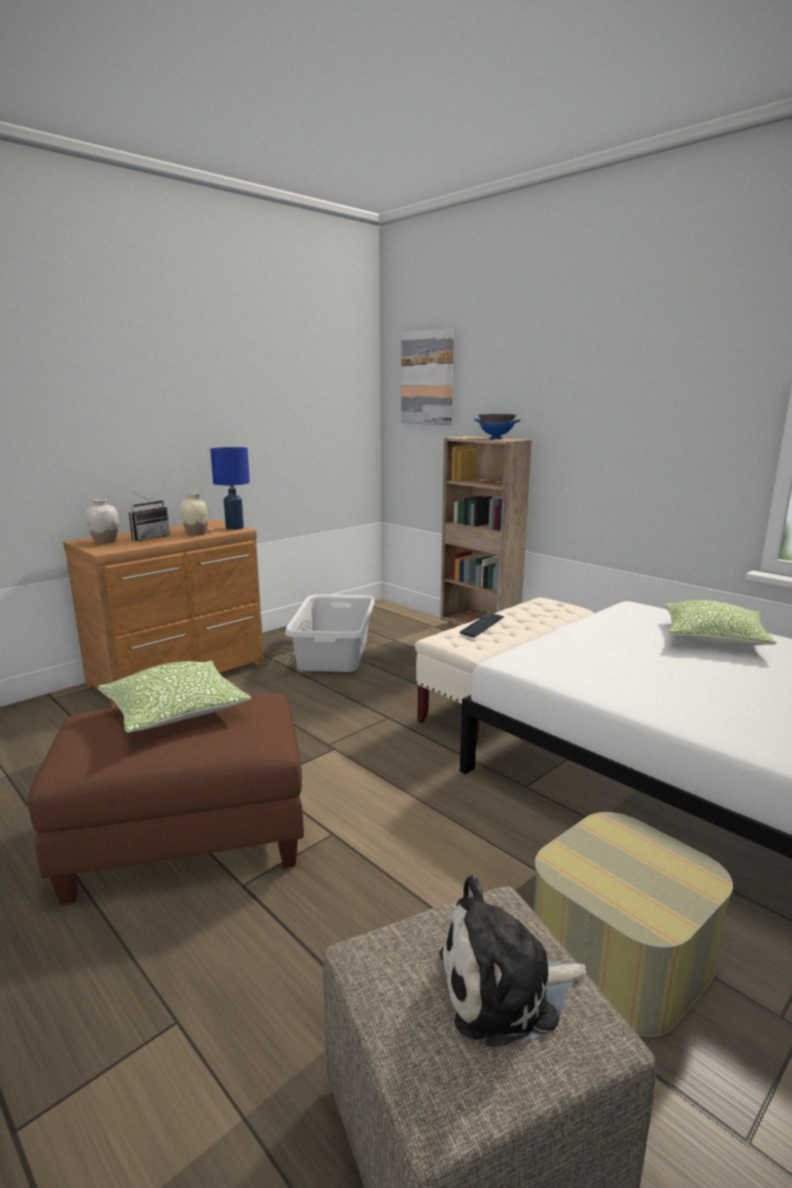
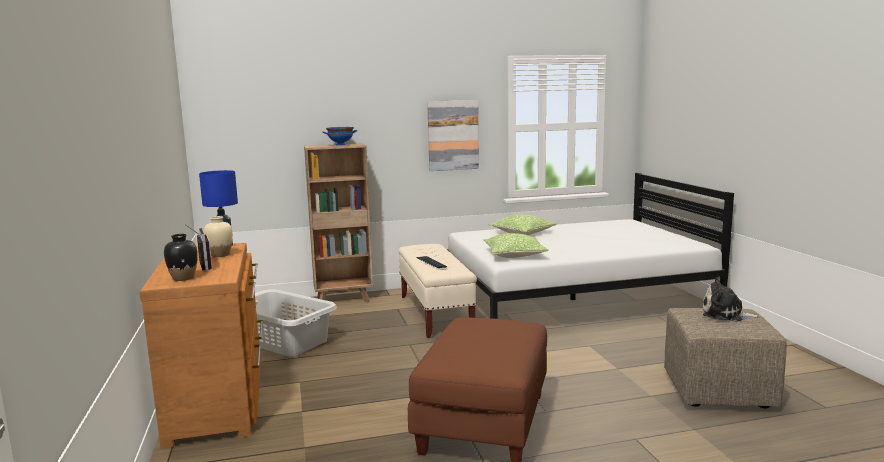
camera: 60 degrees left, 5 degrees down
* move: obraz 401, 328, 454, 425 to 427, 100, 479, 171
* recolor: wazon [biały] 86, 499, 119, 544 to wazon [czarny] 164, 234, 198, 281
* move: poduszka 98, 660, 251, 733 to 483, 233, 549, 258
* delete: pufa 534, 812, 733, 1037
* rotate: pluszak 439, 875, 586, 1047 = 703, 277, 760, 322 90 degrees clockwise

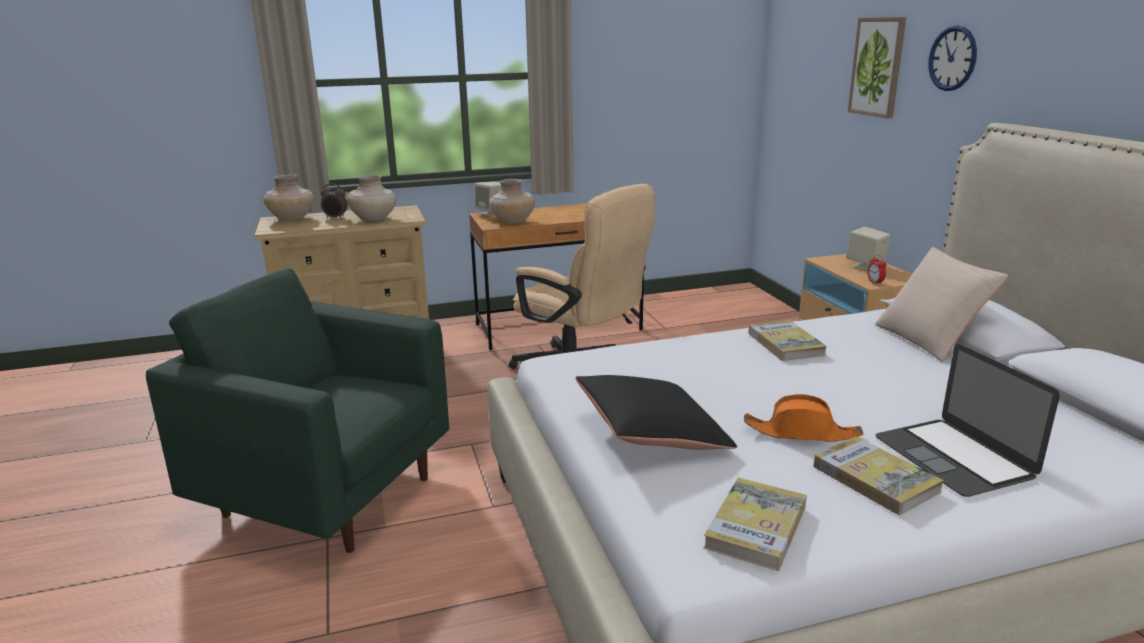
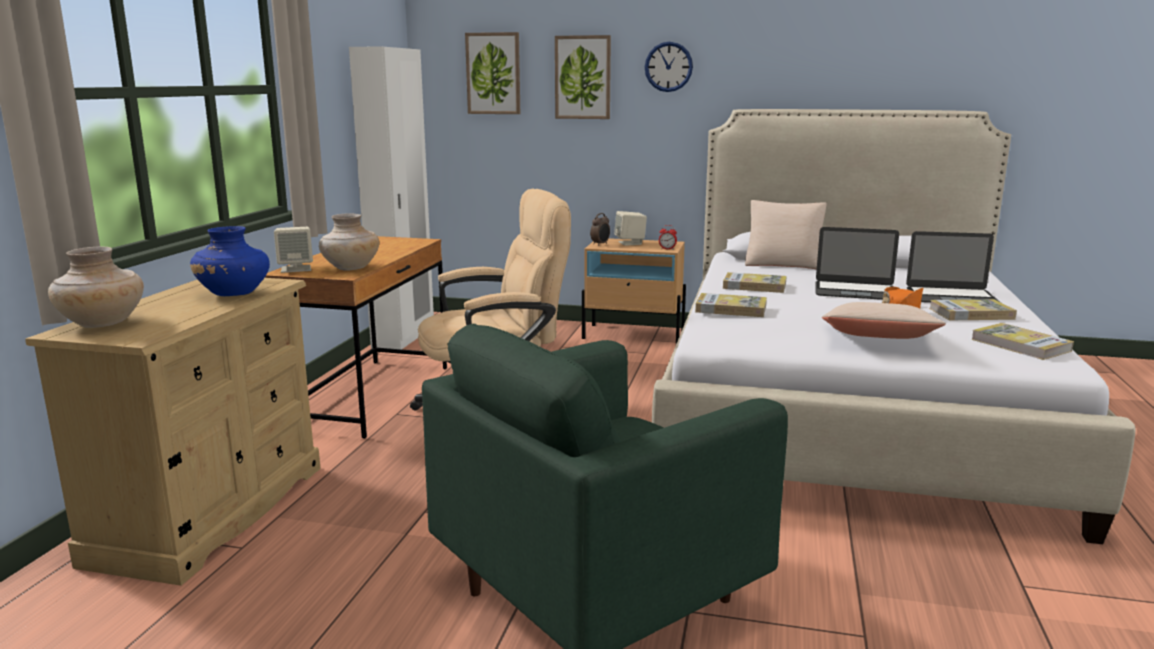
camera: 60 degrees left, 5 degrees down
* recolor: wazon [beżowy] 347, 175, 396, 221 to wazon [niebieski] 190, 226, 270, 296
* move: budzik 321, 184, 348, 219 to 590, 213, 610, 246
* recolor: poduszka [czarny] 576, 375, 737, 450 to poduszka [beżowy] 822, 302, 946, 339
* insert: obraz 465, 32, 520, 114
* insert: szafa [biały] 349, 46, 434, 349
* insert: laptop 815, 227, 899, 300
* insert: książka 695, 293, 767, 317

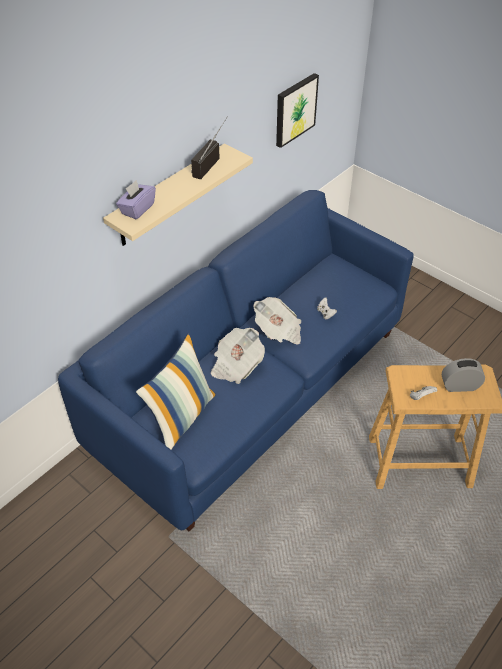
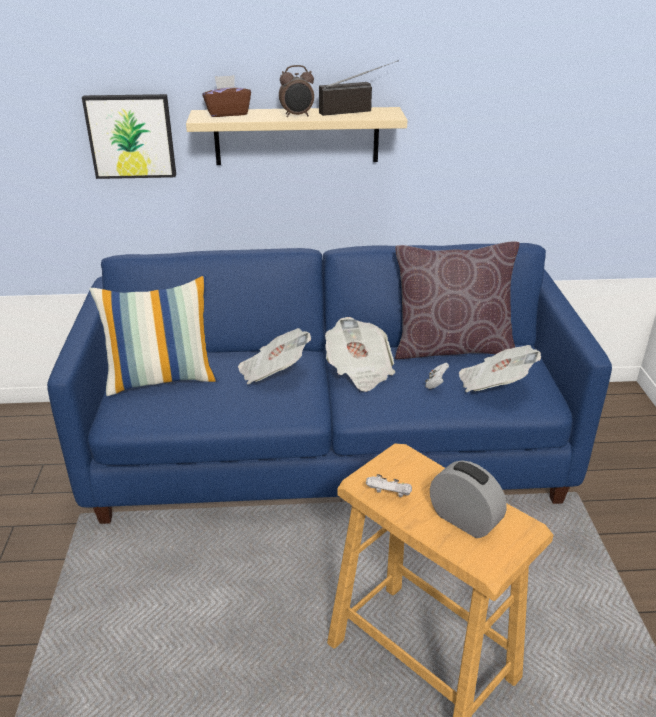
camera: 45 degrees right, 15 degrees down
* move: obraz 276, 73, 319, 148 to 82, 94, 176, 179
* recolor: pudełko chusteczek [fioletowy] 116, 180, 156, 219 to pudełko chusteczek [brązowy] 202, 75, 251, 117
* insert: budzik 279, 65, 314, 117
* insert: poduszka [brązowy] 395, 242, 520, 359
* insert: gazeta 459, 345, 541, 392

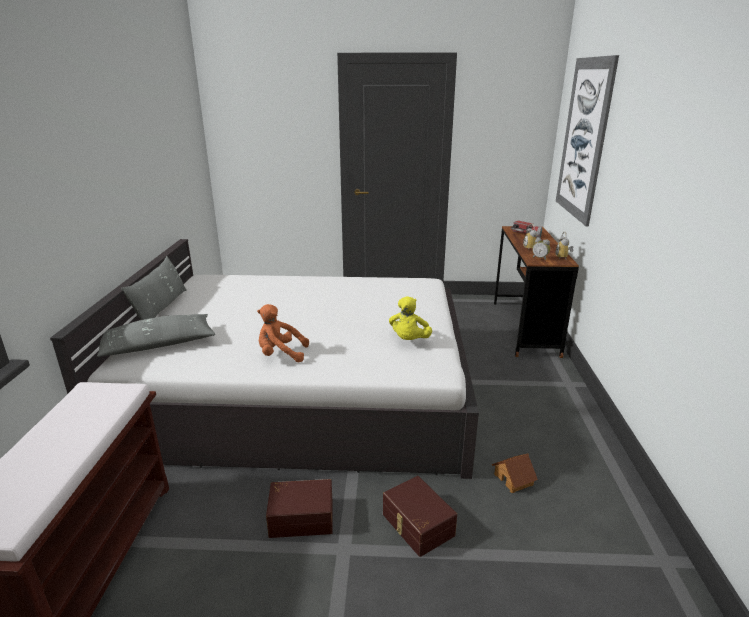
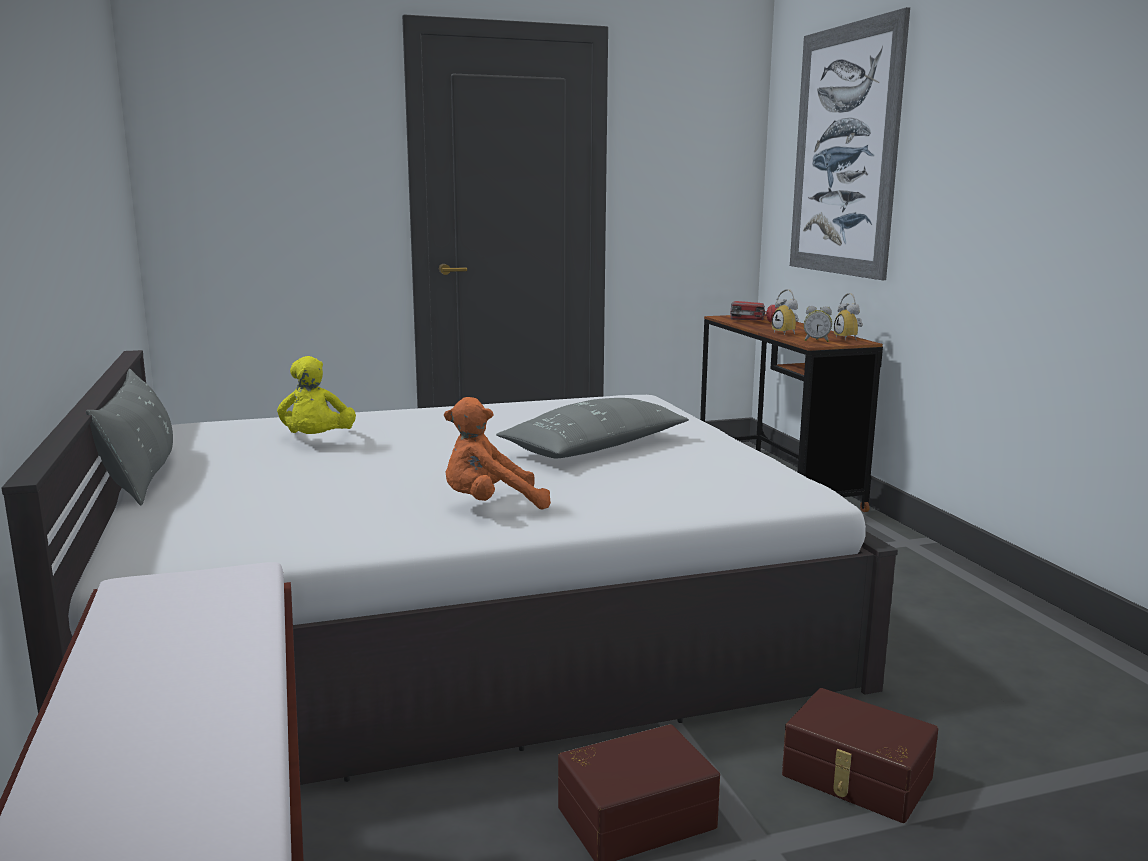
camera: 20 degrees left, 10 degrees down
* move: pluszak [żółty] 389, 296, 432, 340 to 277, 356, 356, 434
* move: poduszka [szary] 97, 314, 215, 357 to 496, 398, 689, 458
* delete: domek 492, 453, 538, 493

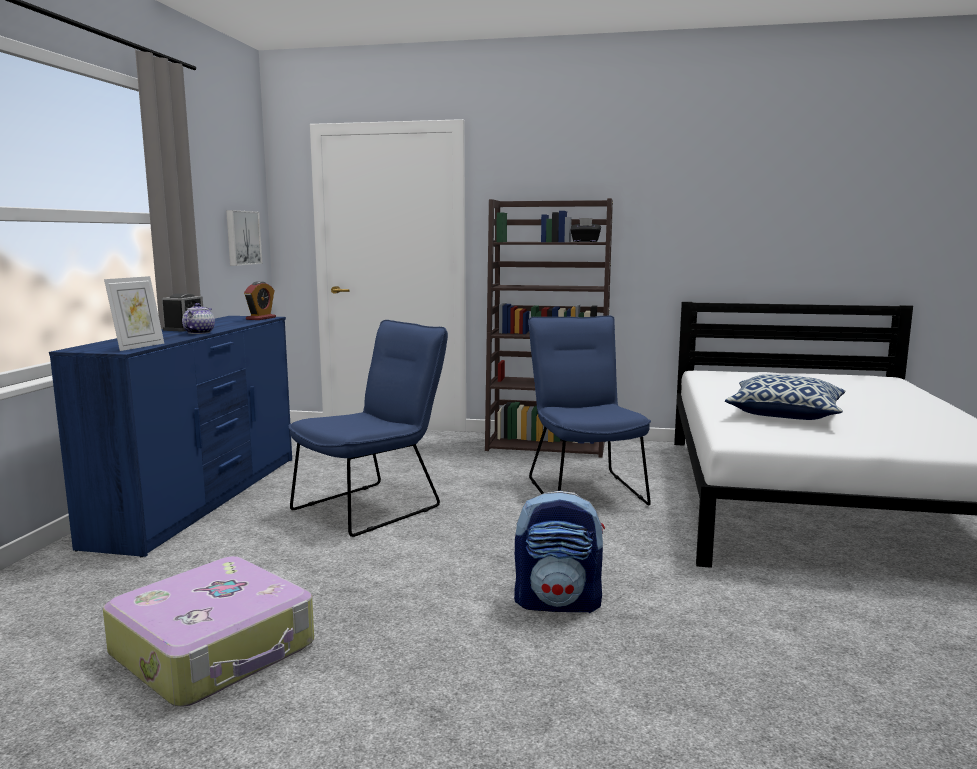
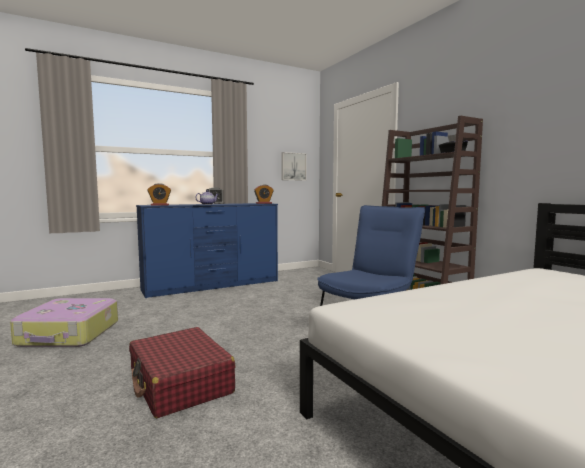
camera: 50 degrees right, 5 degrees down
* replace: ramka na zdjęcie 104, 276, 164, 351 to budzik 147, 183, 171, 206
* delete: krzesło [niebieski] 288, 320, 448, 537
* delete: poduszka 725, 375, 846, 420
* replace: plecak 514, 491, 605, 613 to walizka [czerwony] 129, 327, 235, 418

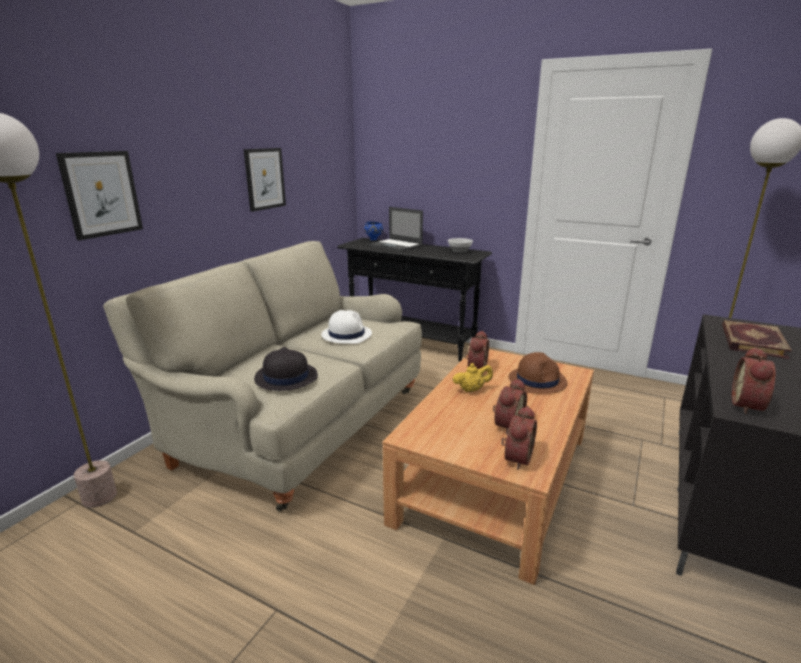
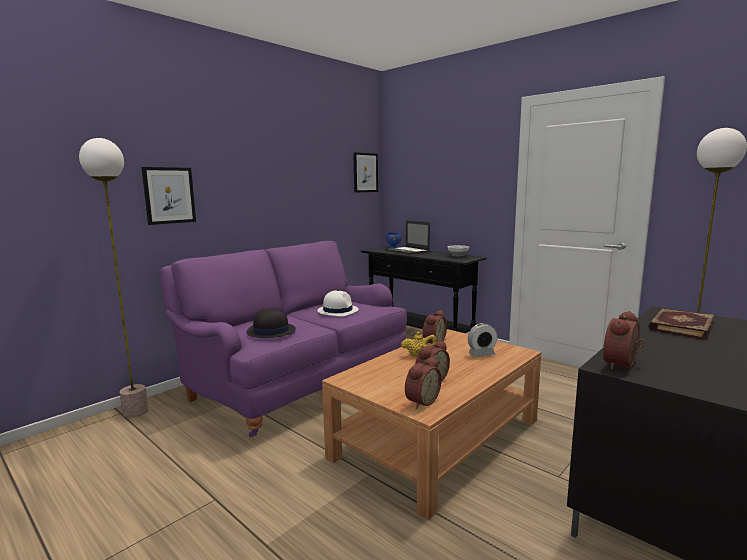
camera: 15 degrees right, 10 degrees down
* move: obraz 244, 148, 286, 212 to 353, 152, 378, 193
* recolor: kanapa [beżowy] 103, 241, 422, 511 to kanapa [fioletowy] 159, 241, 407, 438
* replace: kapelusz [brązowy] 509, 352, 568, 394 to budzik 468, 323, 497, 357

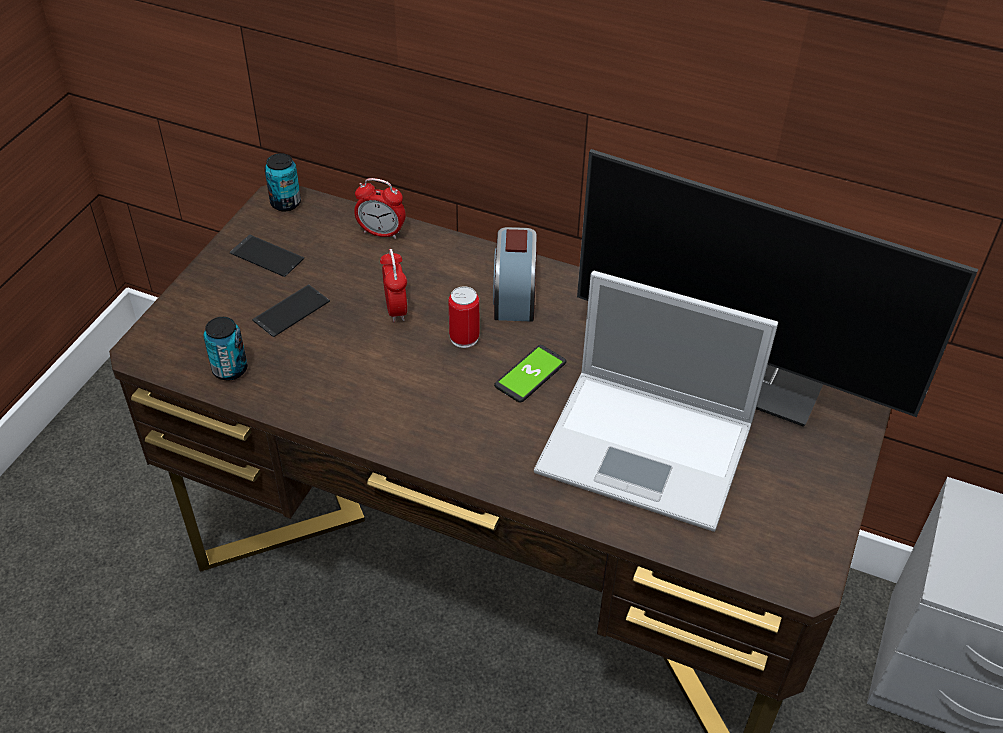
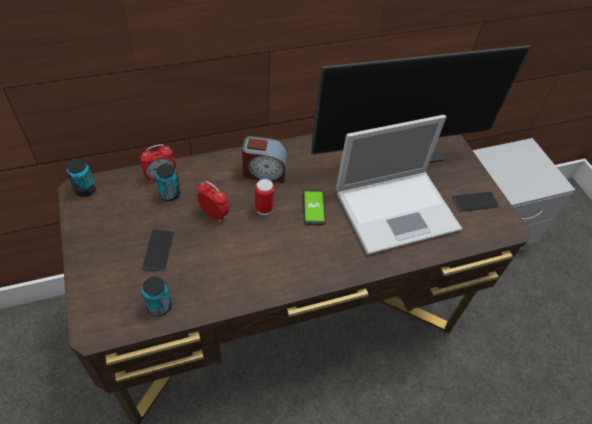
camera: 45 degrees left, 5 degrees up
* rotate: budzik 493, 227, 537, 322 = 242, 136, 288, 183 45 degrees counterclockwise
* move: telefon 230, 234, 304, 277 to 452, 191, 500, 212
* insert: puszka 155, 164, 180, 201

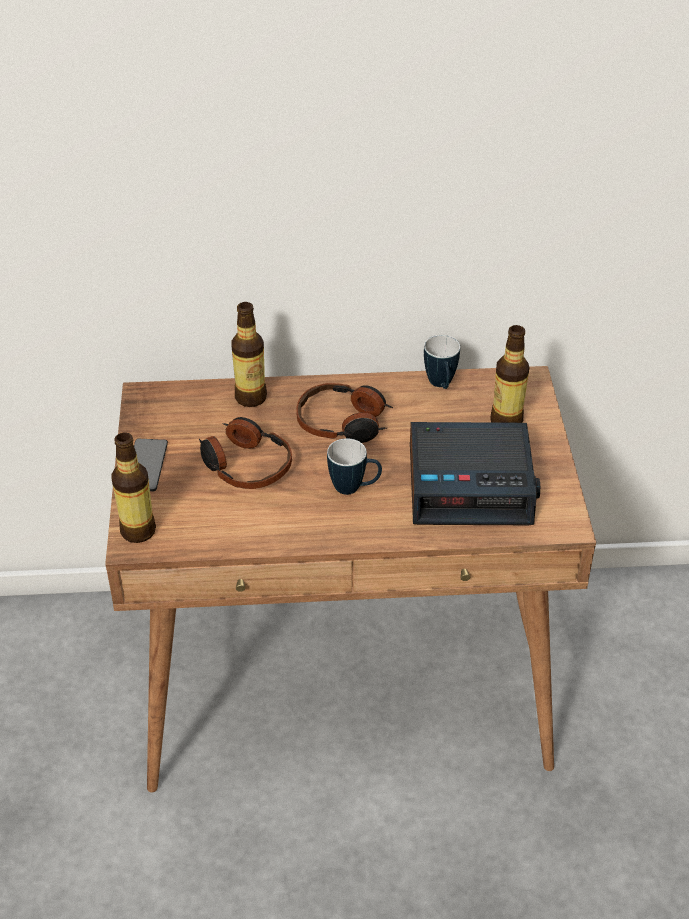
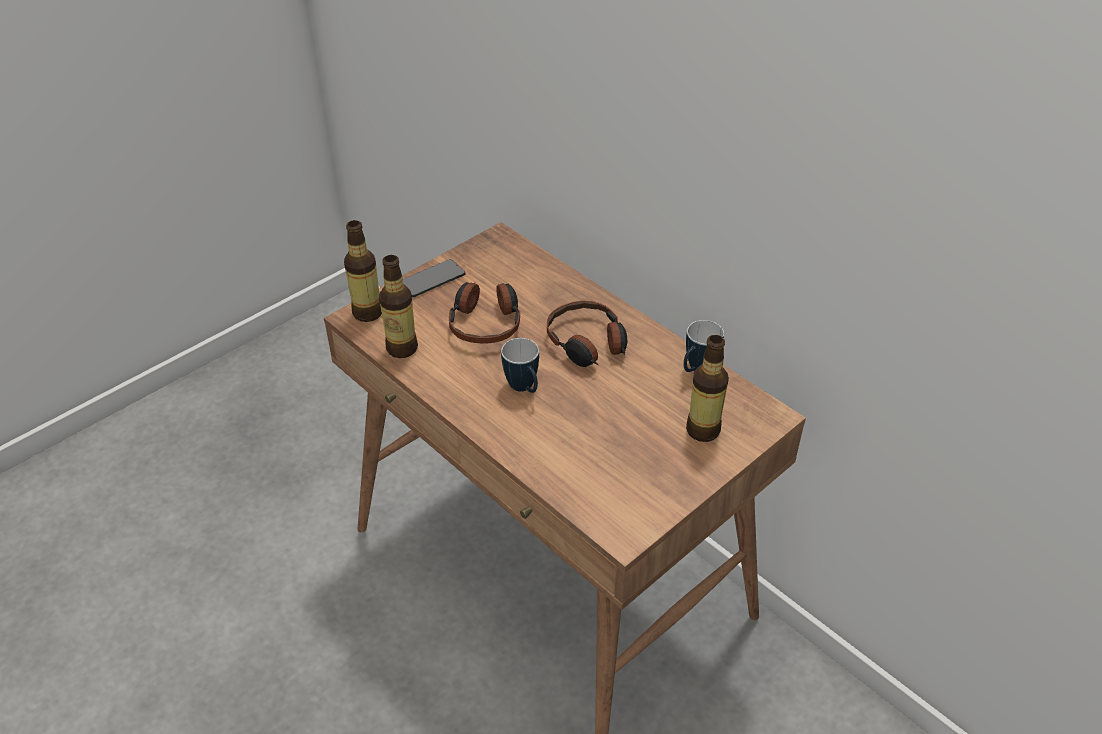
camera: 50 degrees right, 0 degrees up
* move: butelka 231, 302, 267, 407 to 379, 255, 418, 358
* delete: budzik 410, 422, 540, 525

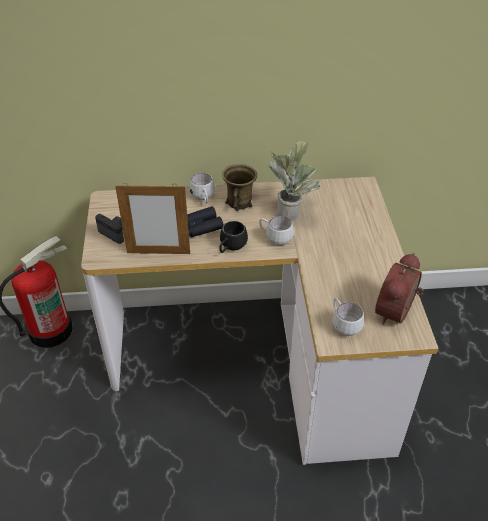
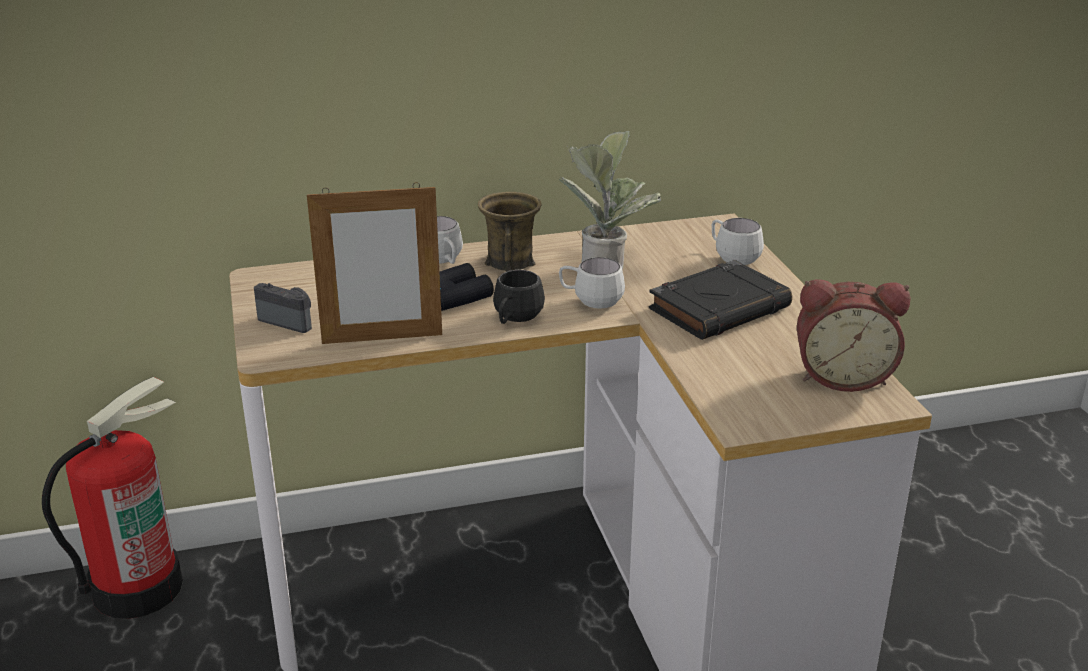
camera: 10 degrees left, 15 degrees down
* rotate: budzik 375, 253, 424, 325 = 797, 279, 910, 392 105 degrees counterclockwise
* move: kubek [biały] 332, 298, 364, 336 to 712, 218, 764, 265
* insert: książka [czarny] 649, 260, 792, 340

